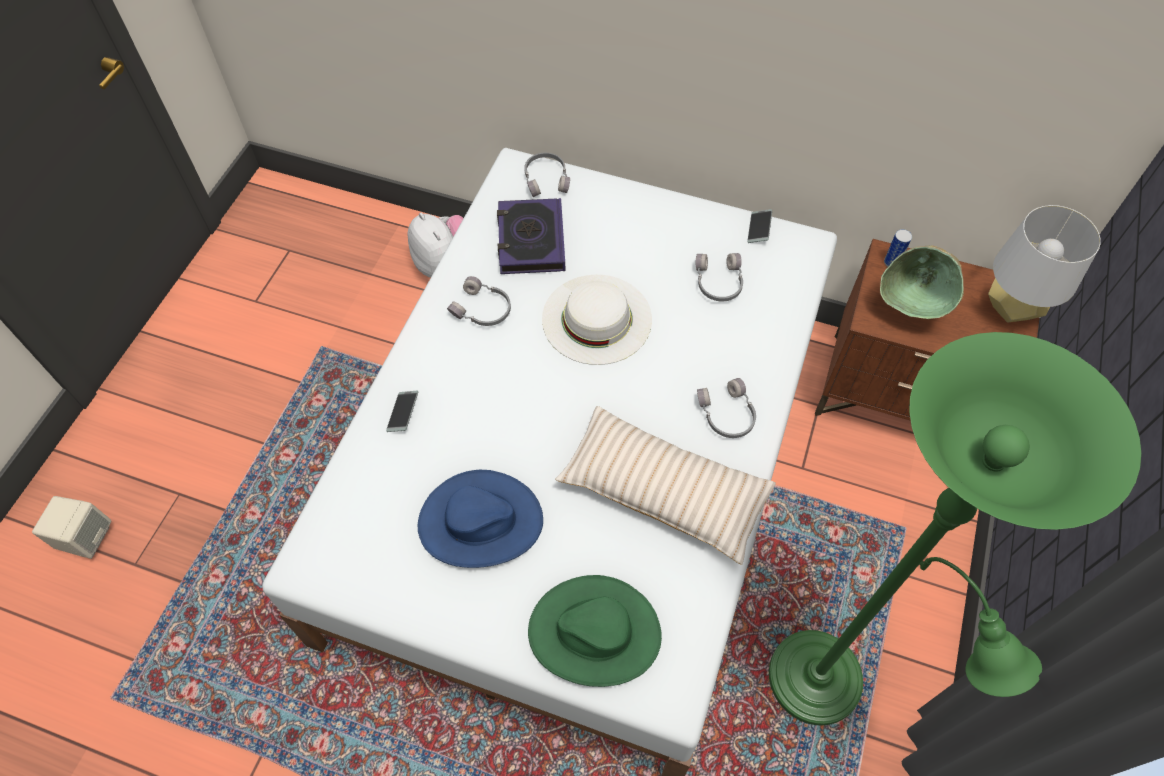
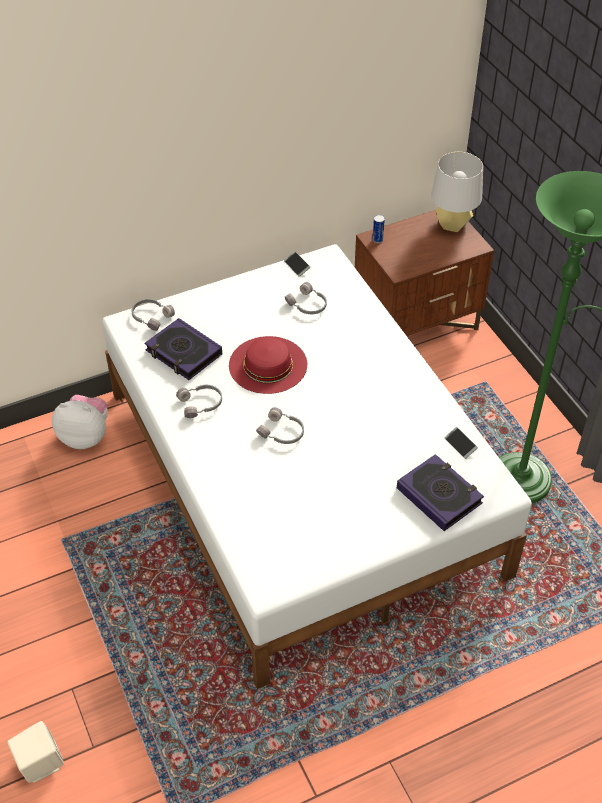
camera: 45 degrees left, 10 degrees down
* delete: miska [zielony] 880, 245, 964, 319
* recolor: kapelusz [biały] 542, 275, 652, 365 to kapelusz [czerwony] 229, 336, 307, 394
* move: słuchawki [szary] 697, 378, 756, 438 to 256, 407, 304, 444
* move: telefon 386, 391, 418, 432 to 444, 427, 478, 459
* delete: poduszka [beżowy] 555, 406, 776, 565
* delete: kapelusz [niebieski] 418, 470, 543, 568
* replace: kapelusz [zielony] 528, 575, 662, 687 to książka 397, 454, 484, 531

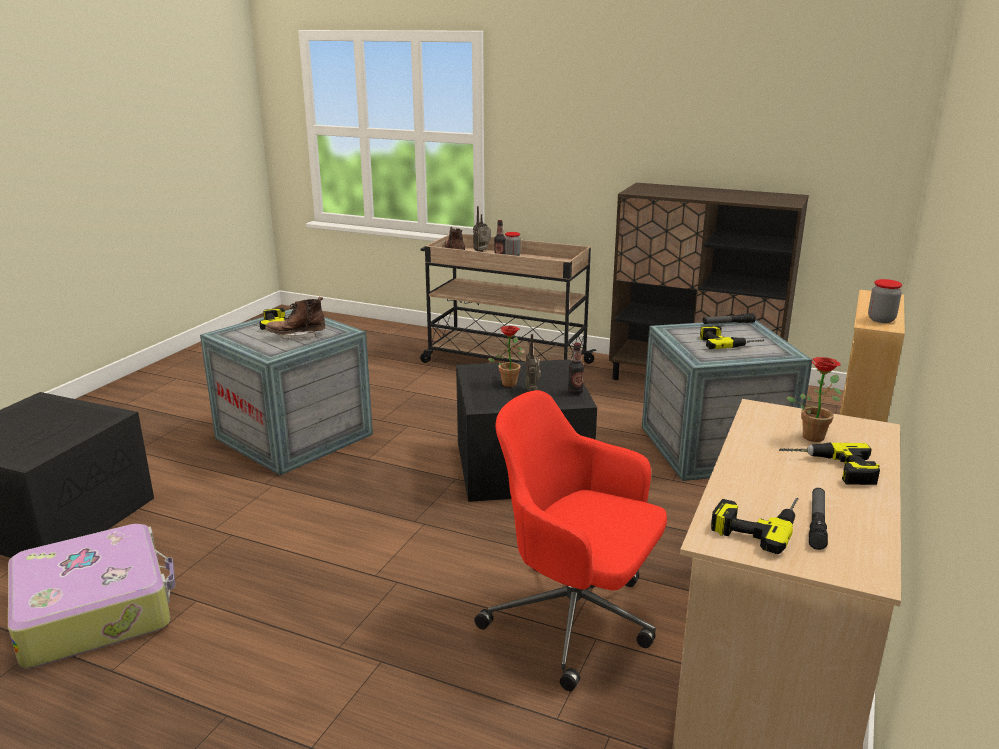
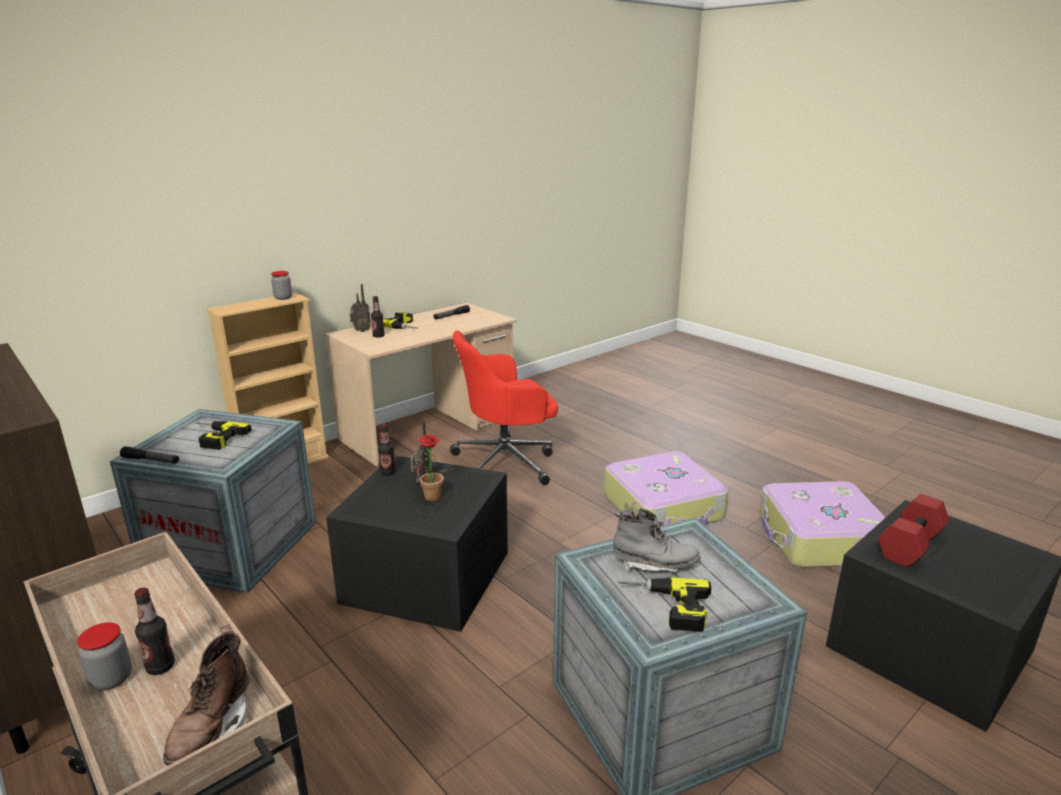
camera: 155 degrees left, 0 degrees up
* move: radio 473, 206, 491, 252 to 350, 284, 371, 332
* recolor: but z cholewką [brązowy] 265, 297, 325, 339 to but z cholewką [szary] 613, 507, 700, 573
* replace: roślina doniczkowa 786, 357, 842, 442 to butelka 371, 296, 385, 338
* rotate: krzesło biurowe [czerwony] 474, 390, 667, 691 = 450, 330, 558, 485 105 degrees clockwise
* delete: wiertarka 711, 497, 798, 554
* insert: walizka 604, 451, 729, 527
* insert: hantel [czerwony] 878, 494, 949, 567

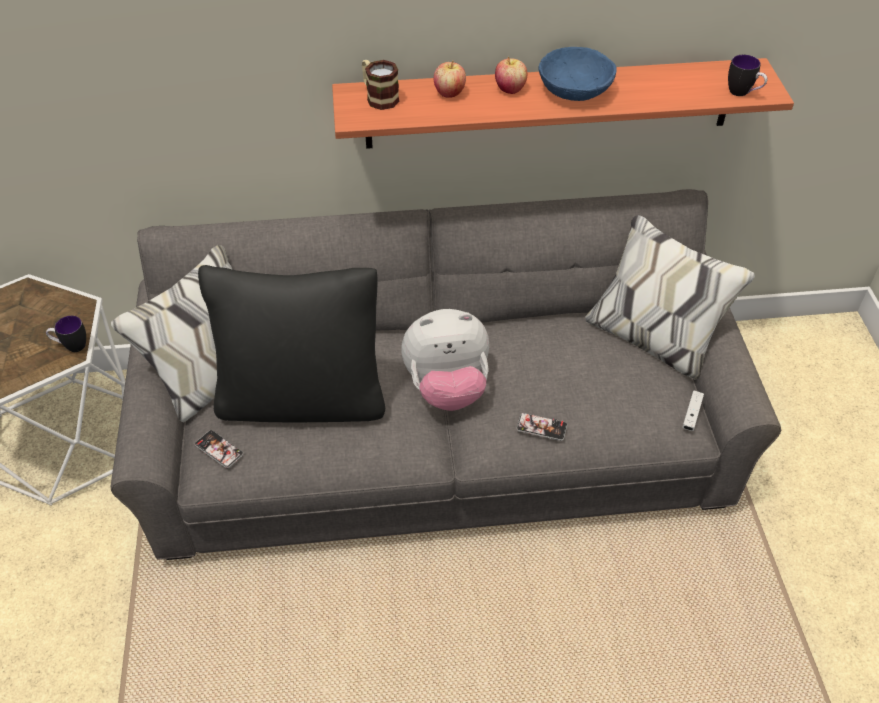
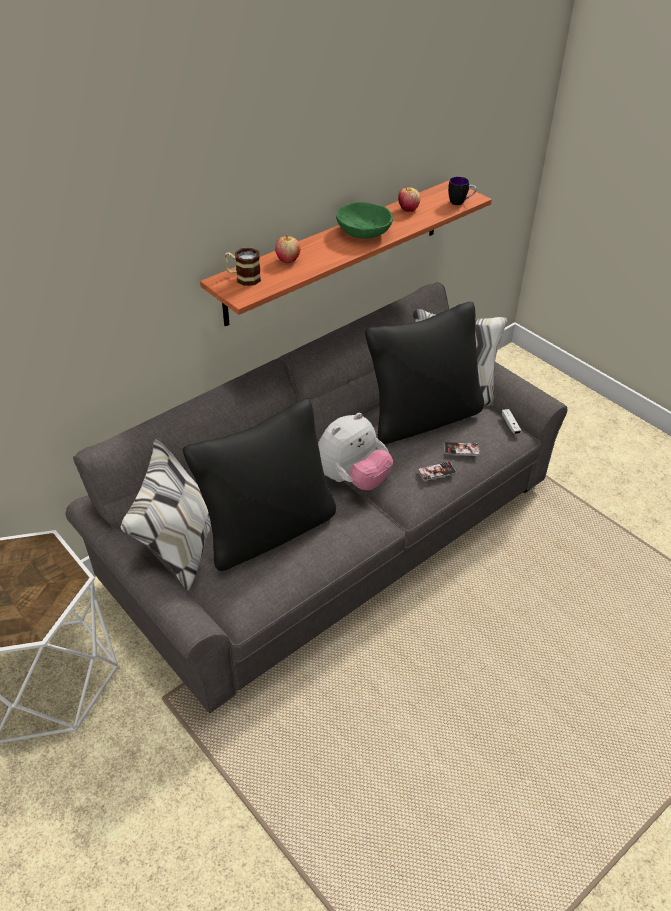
camera: 35 degrees left, 5 degrees down
* recolor: miska [niebieski] 538, 47, 617, 101 to miska [zielony] 336, 202, 393, 239
* move: jabłko 495, 57, 527, 94 to 398, 187, 420, 212
* delete: kubek 46, 316, 86, 352
* move: telefon 195, 430, 244, 468 to 444, 442, 480, 456
* insert: poduszka [czarny] 365, 302, 484, 444

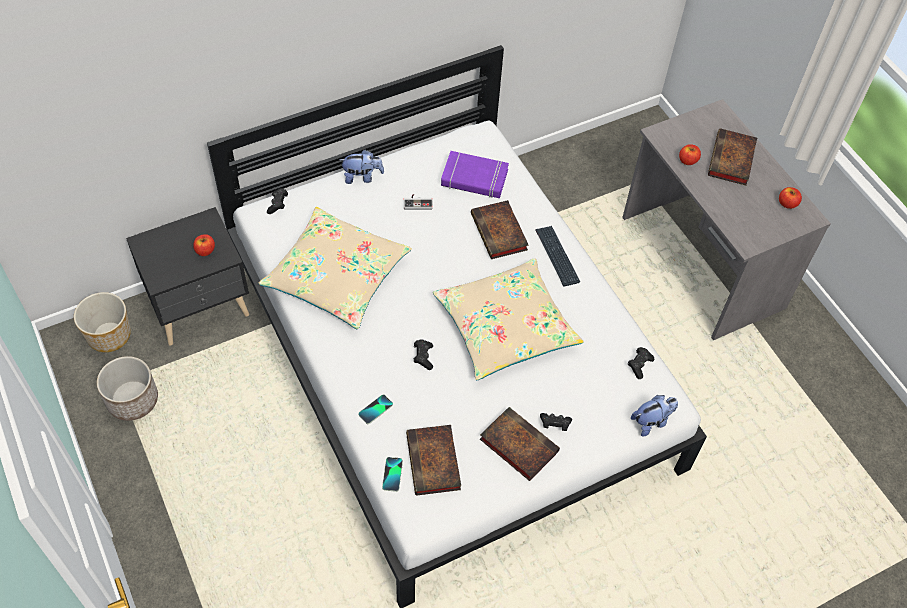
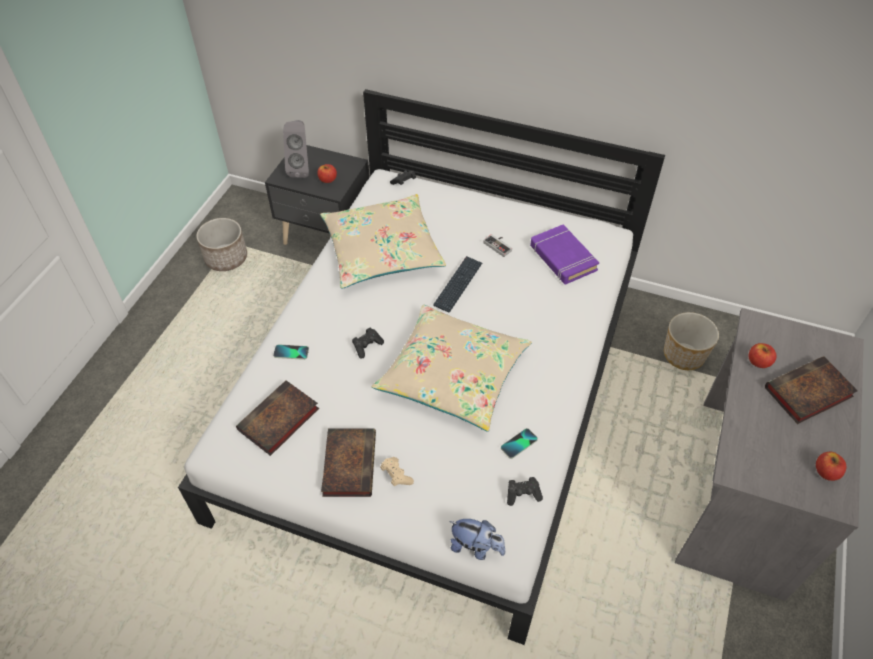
camera: 50 degrees right, 5 degrees down
* delete: pluszak 339, 150, 384, 184
* delete: książka 471, 200, 528, 259
* move: klawiatura 535, 226, 580, 287 to 433, 256, 482, 312
* move: donica 74, 292, 131, 352 to 664, 312, 719, 370
* recolor: pad do gier [czarny] 540, 413, 572, 431 to pad do gier [beżowy] 380, 457, 414, 486
* move: telefon 382, 457, 403, 492 to 501, 428, 538, 459
* insert: głośnik [szary] 283, 120, 309, 178

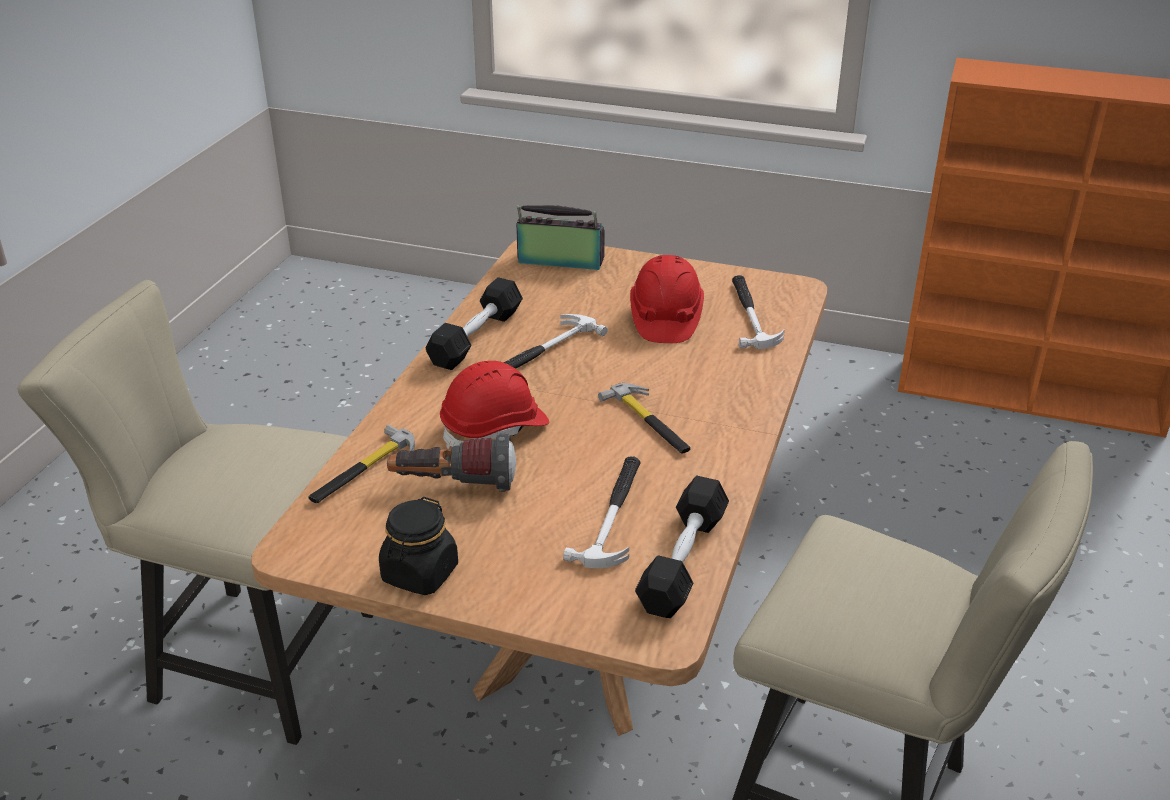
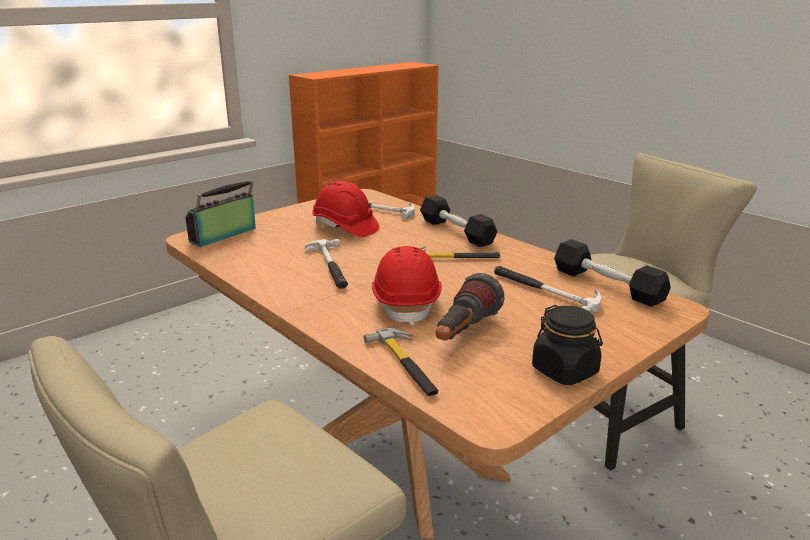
camera: 60 degrees left, 10 degrees down
* move: hantel [czarny] 426, 277, 523, 370 to 420, 195, 497, 247

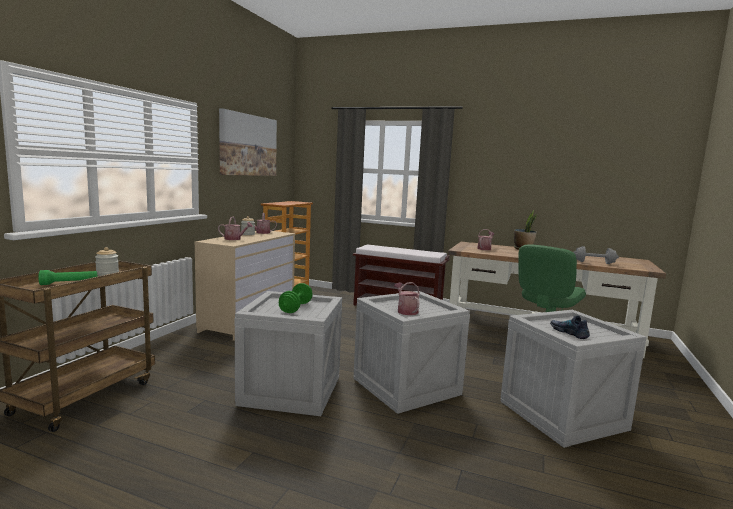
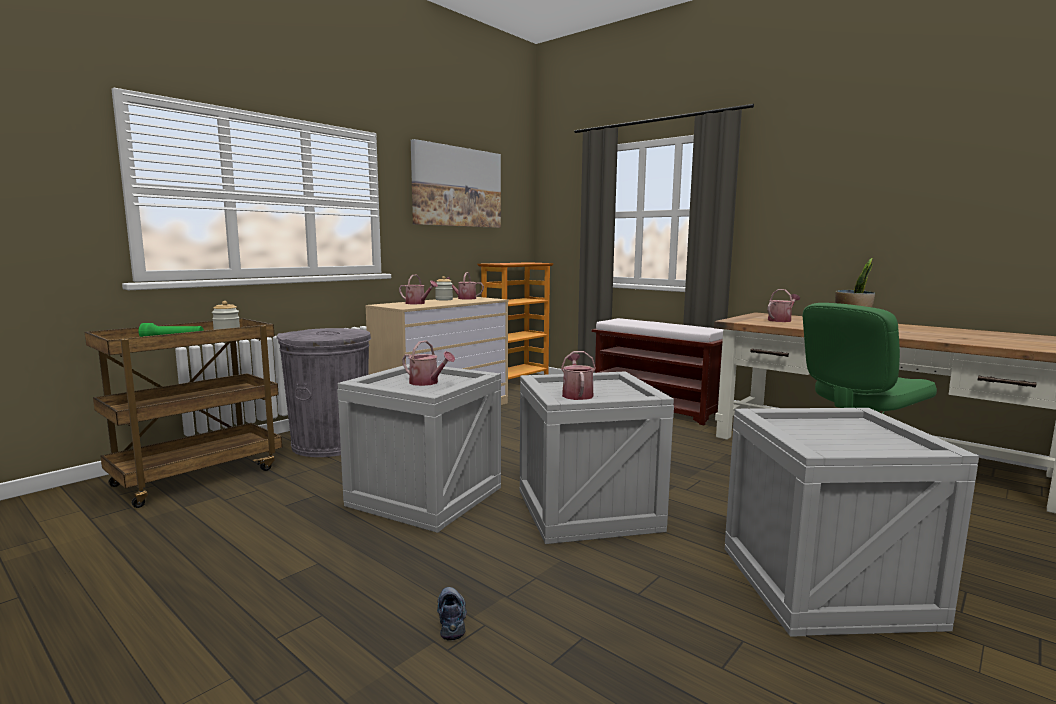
camera: 20 degrees right, 0 degrees up
* delete: hantel [szary] 573, 246, 619, 264
* replace: hantel [zielony] 279, 283, 313, 313 to konewka 402, 340, 455, 386
* move: but 550, 315, 590, 339 to 437, 587, 467, 641
* insert: kosz na śmieci [szary] 276, 328, 371, 457

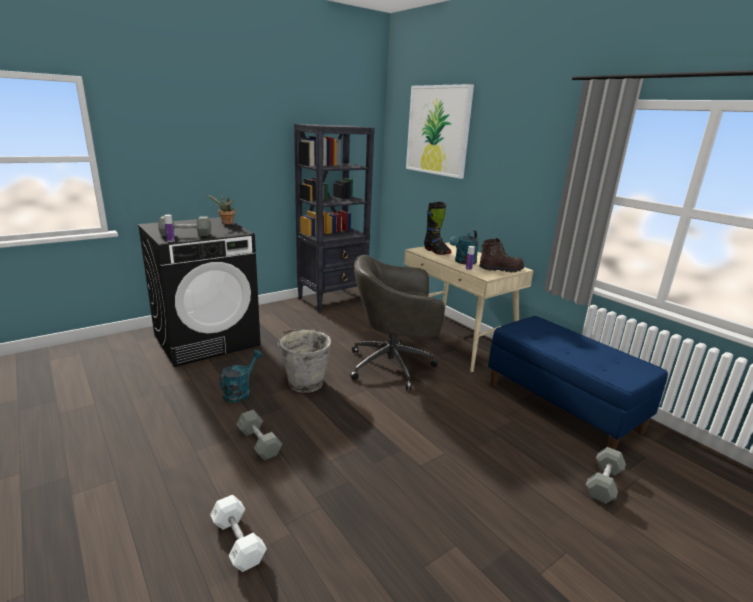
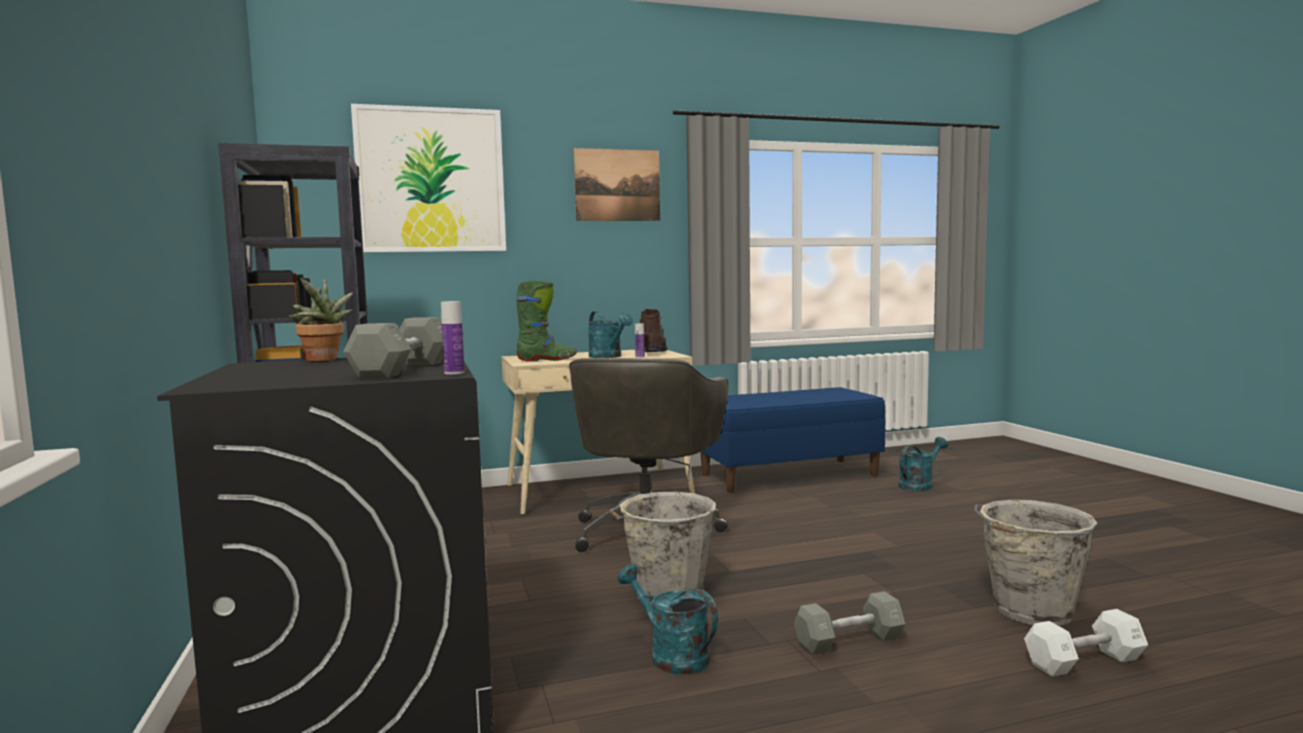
camera: 70 degrees left, 15 degrees down
* recolor: but z cholewką [czarny] 424, 202, 451, 255 to but z cholewką [zielony] 516, 281, 577, 362
* replace: hantel [szary] 586, 447, 626, 504 to konewka [turkusowy] 898, 437, 948, 491
* insert: obraz 574, 148, 660, 221
* insert: wiadro [szary] 974, 500, 1098, 626

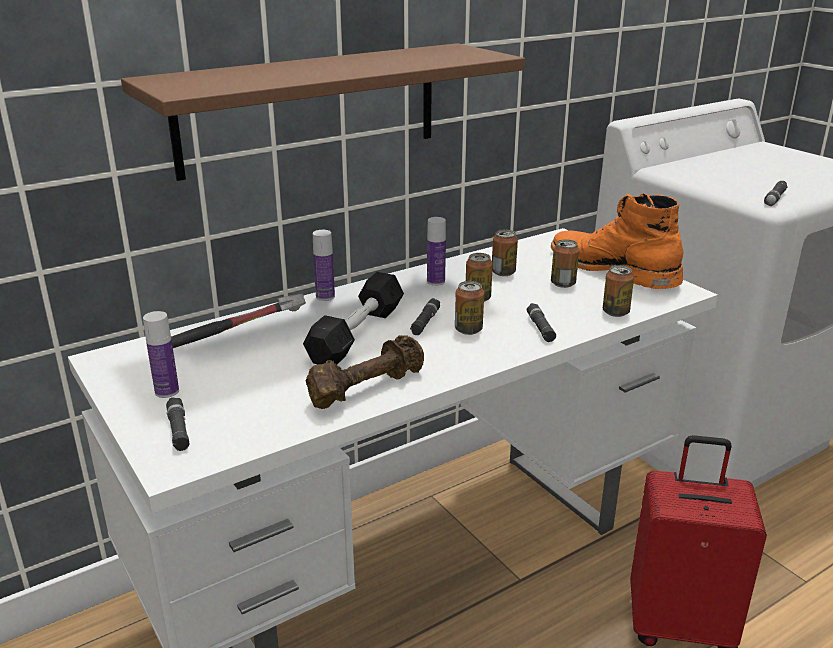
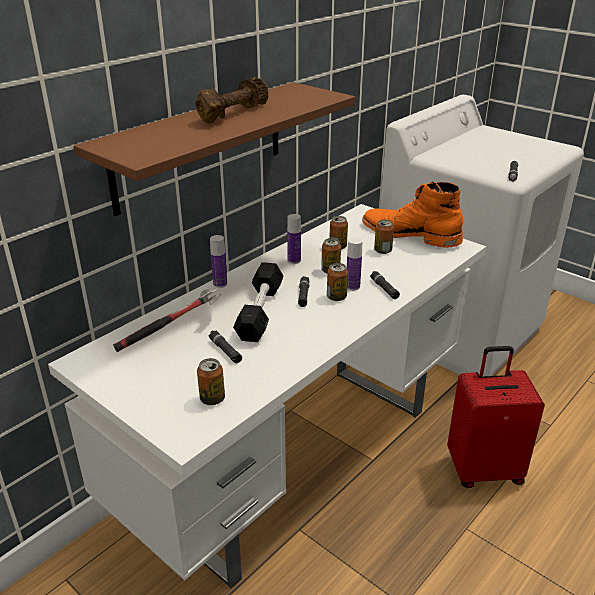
camera: 15 degrees left, 5 degrees up
* move: puszka 603, 265, 634, 317 to 197, 358, 225, 405
* move: butelka 143, 311, 179, 398 to 347, 237, 362, 290
* move: hantel [brązowy] 305, 335, 424, 409 to 195, 77, 269, 123
* move: latarka [czarny] 166, 397, 190, 451 to 209, 330, 242, 364

